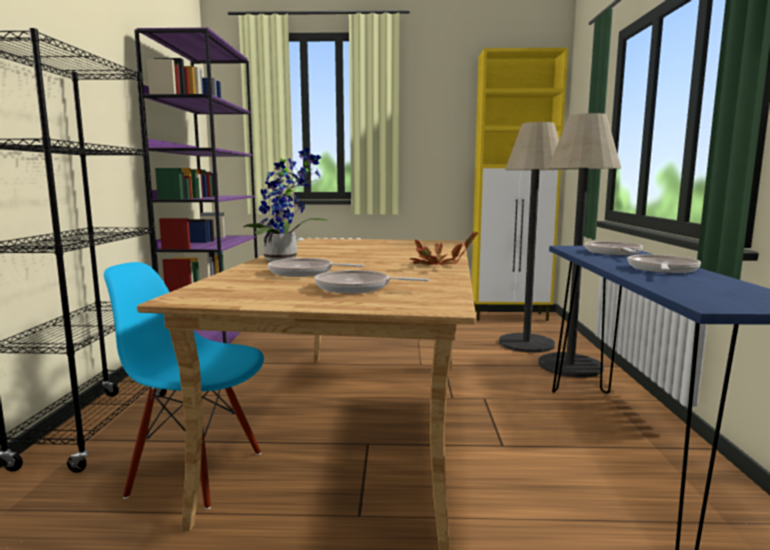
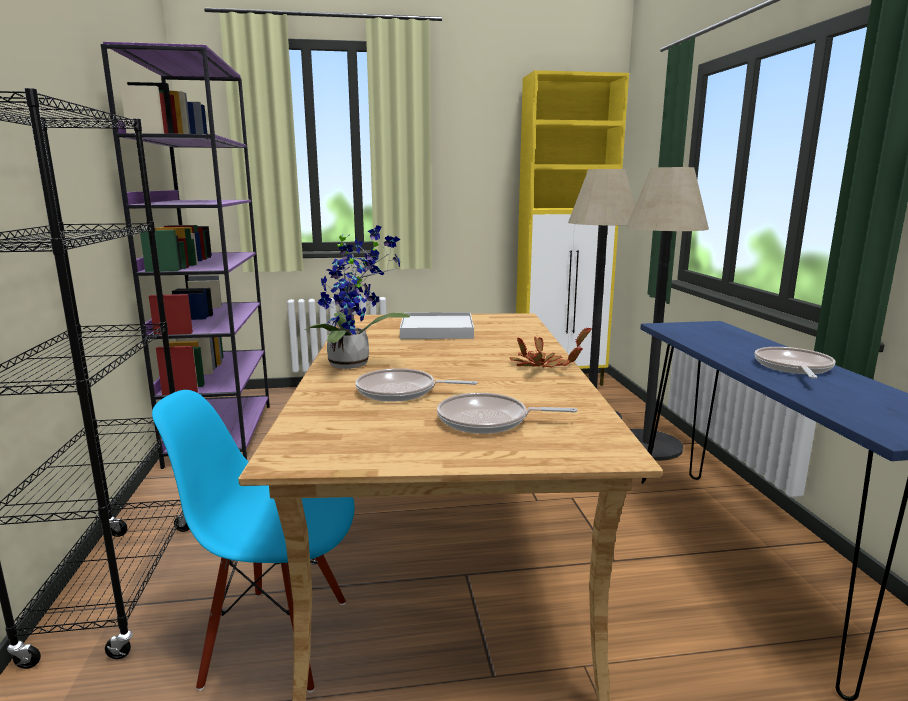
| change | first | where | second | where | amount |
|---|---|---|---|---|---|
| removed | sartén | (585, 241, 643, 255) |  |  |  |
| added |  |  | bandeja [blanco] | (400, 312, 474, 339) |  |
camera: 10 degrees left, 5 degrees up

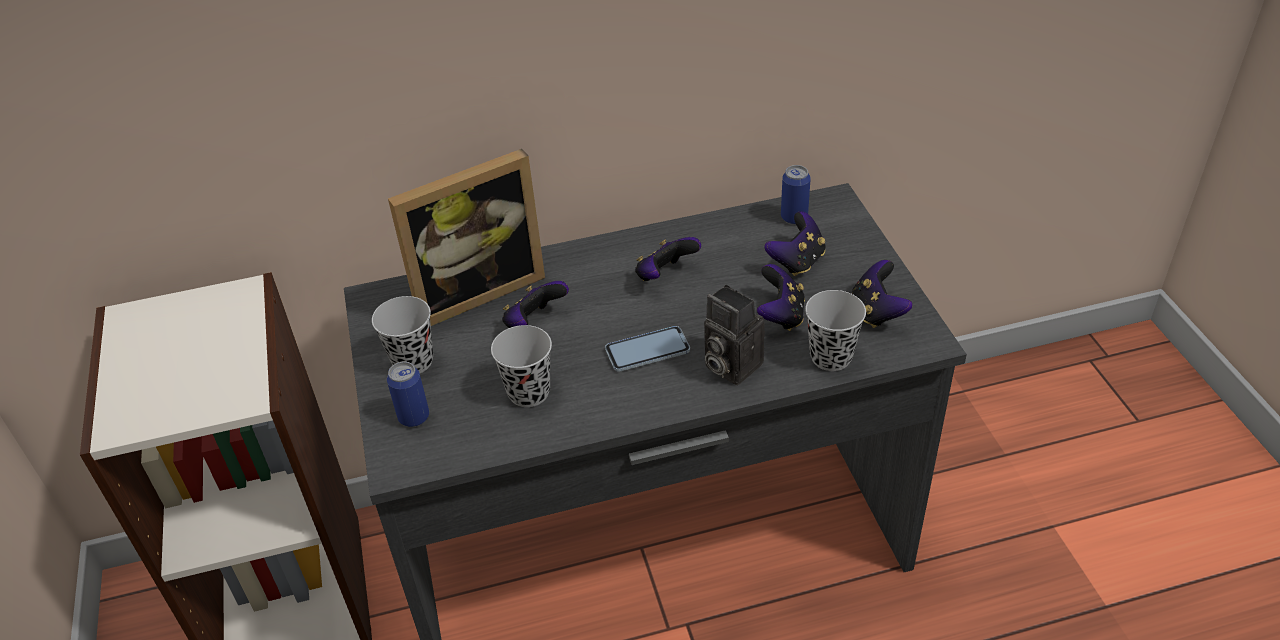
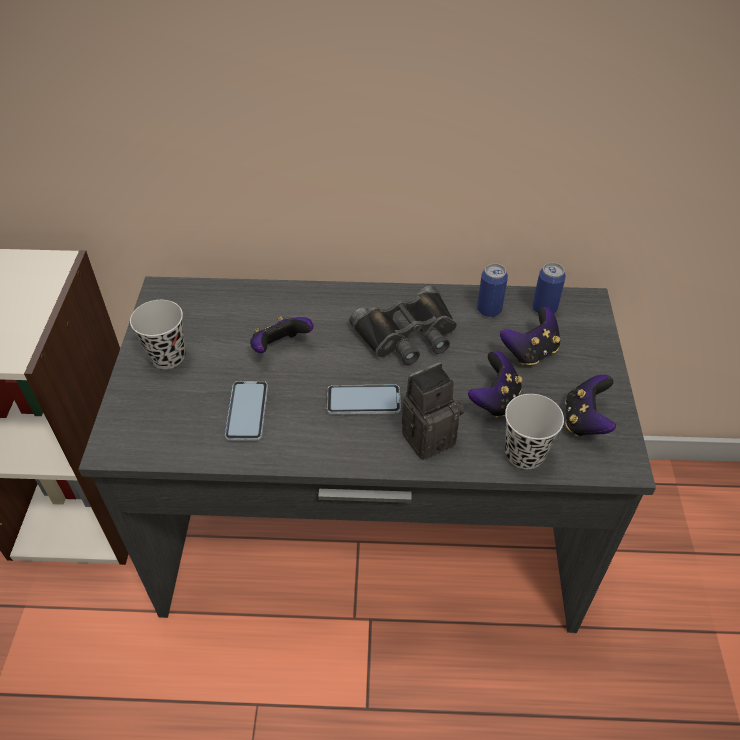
| change | first | where | second | where | amount |
|---|---|---|---|---|---|
| removed | portarretratos | (388, 149, 545, 326) |  |  |  |
| moved | lata | (387, 362, 429, 427) |  | (477, 263, 508, 317) |  |
| replaced | taza [negro] | (491, 325, 552, 407) | móvil | (225, 381, 268, 441) |  |
| replaced | mando de consola | (635, 237, 701, 281) | prismáticos [negro] | (349, 285, 457, 365) |  |
| turned | cámara | (704, 285, 765, 385) |  | (402, 362, 464, 460) | 90 degrees clockwise |
camera: 15 degrees right, 5 degrees up

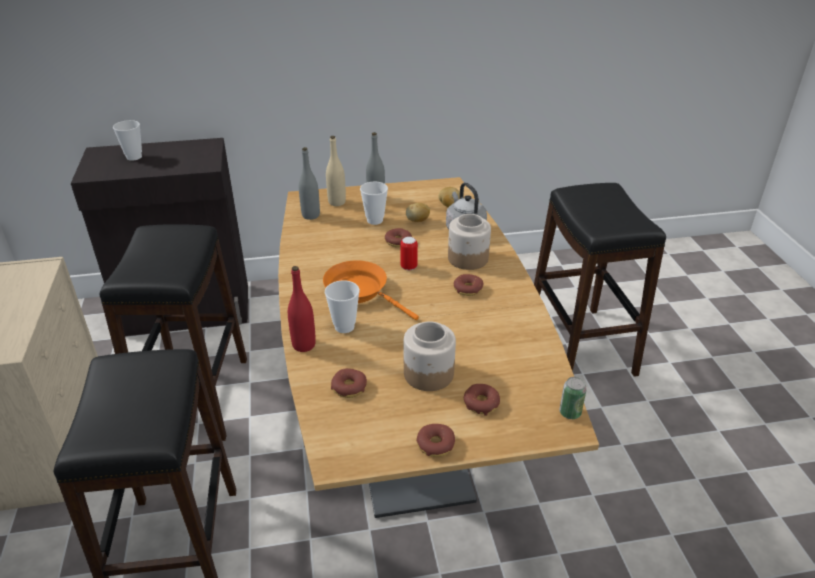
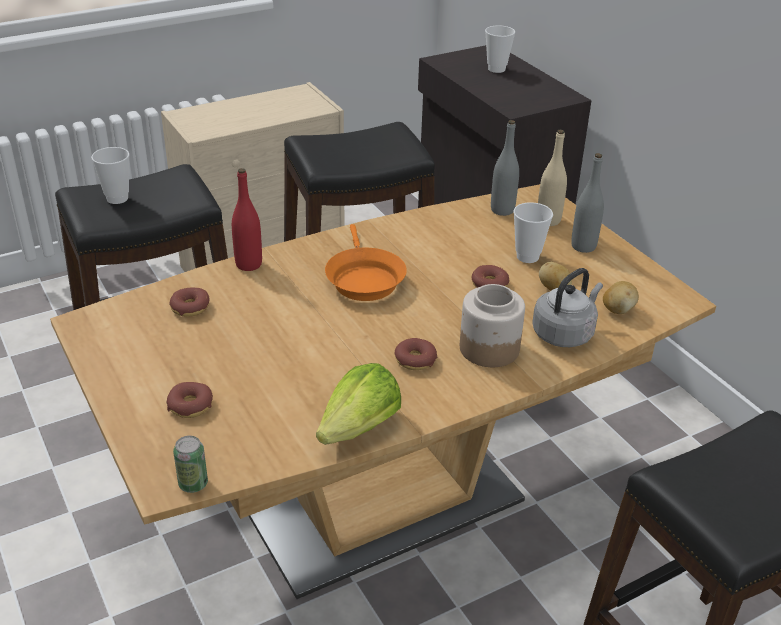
| change | first | where | second | where | amount |
|---|---|---|---|---|---|
| removed | lata | (400, 237, 418, 270) |  |  |  |
| removed | tarro | (404, 321, 456, 391) |  |  |  |
| removed | rosquilla | (416, 424, 455, 457) |  |  |  |
| added |  |  | lechuga | (316, 363, 401, 445) |  |
| moved | taza | (325, 280, 360, 333) |  | (91, 147, 130, 204) |  |
| turned | sartén [naranja] | (323, 261, 419, 320) |  | (325, 224, 407, 301) | 150 degrees clockwise |
camera: 70 degrees right, 0 degrees up

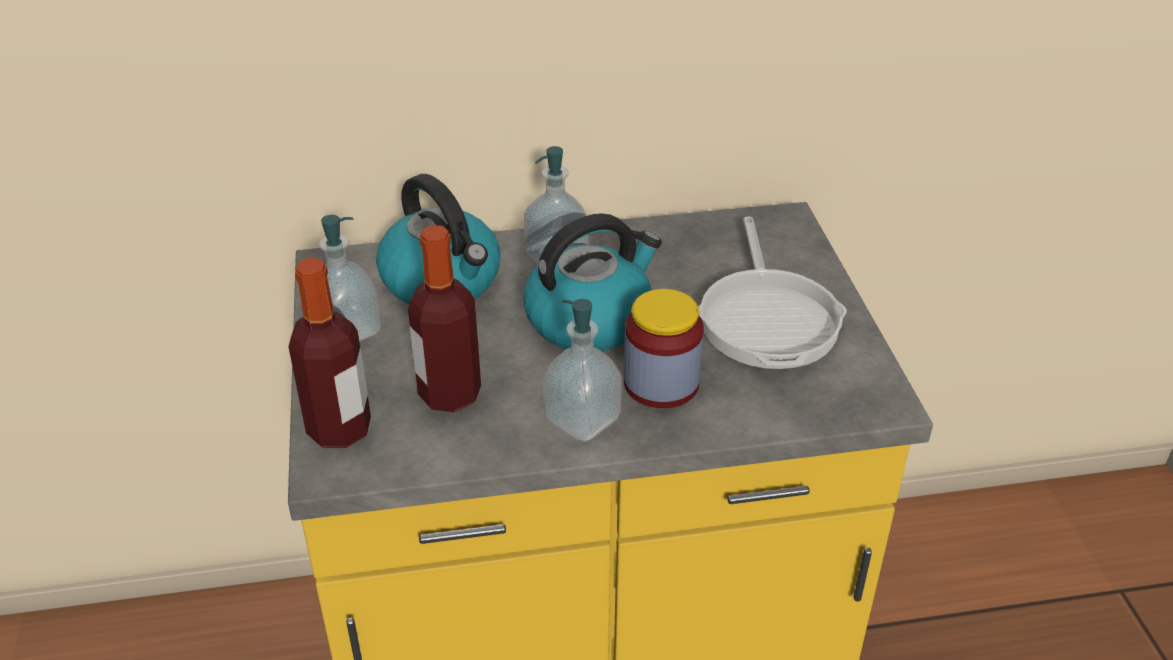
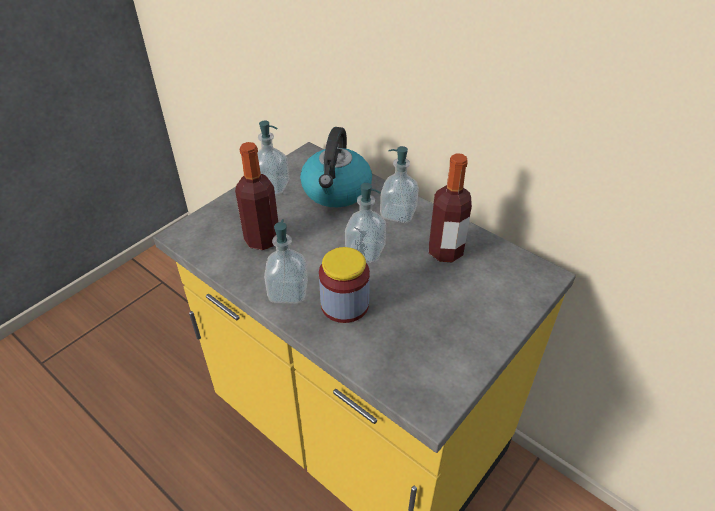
| change | first | where | second | where | amount |
|---|---|---|---|---|---|
| removed | sartén | (698, 217, 847, 369) |  |  |  |
| moved | botella | (288, 258, 371, 448) |  | (429, 153, 472, 262) |  |
| replaced | hervidor | (523, 213, 662, 351) | dispensador de jabón | (345, 183, 386, 263) |  |
camera: 50 degrees right, 5 degrees up

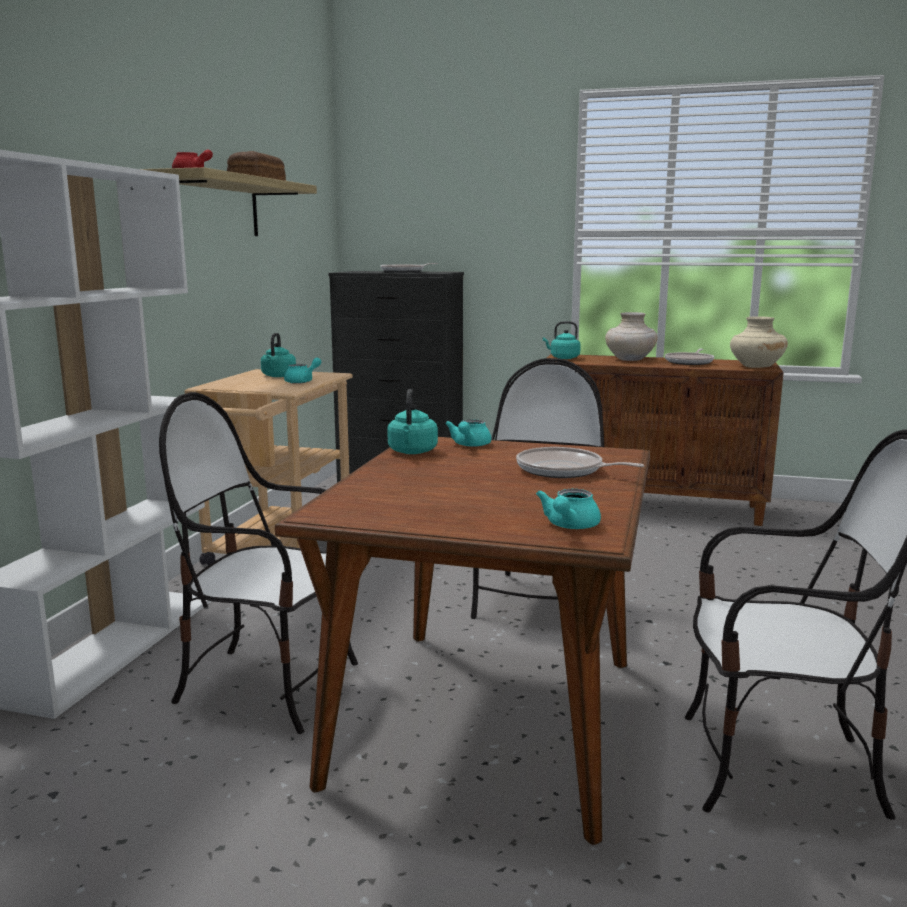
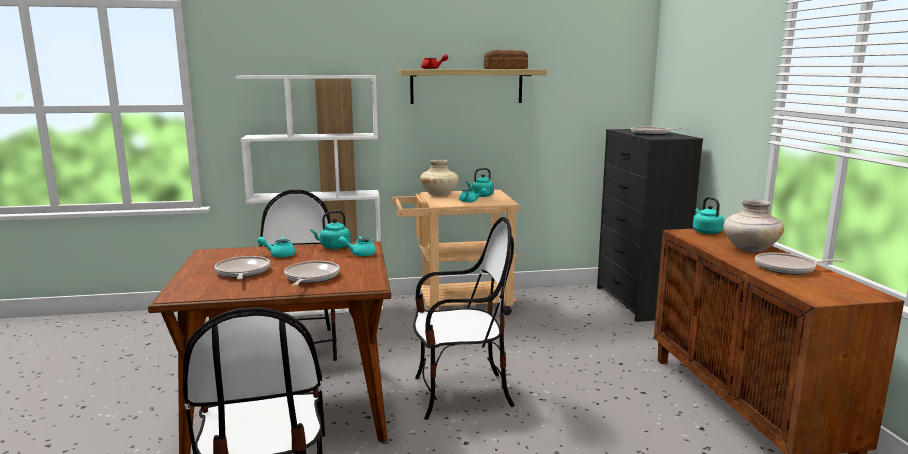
| change | first | where | second | where | amount |
|---|---|---|---|---|---|
| added |  |  | sartén | (215, 256, 270, 280) |  |
| moved | tetera [turquesa] | (536, 489, 601, 529) |  | (257, 237, 296, 258) |  |
| moved | florero [beis] | (730, 316, 788, 368) |  | (420, 160, 459, 196) |  |
camera: 65 degrees right, 0 degrees up

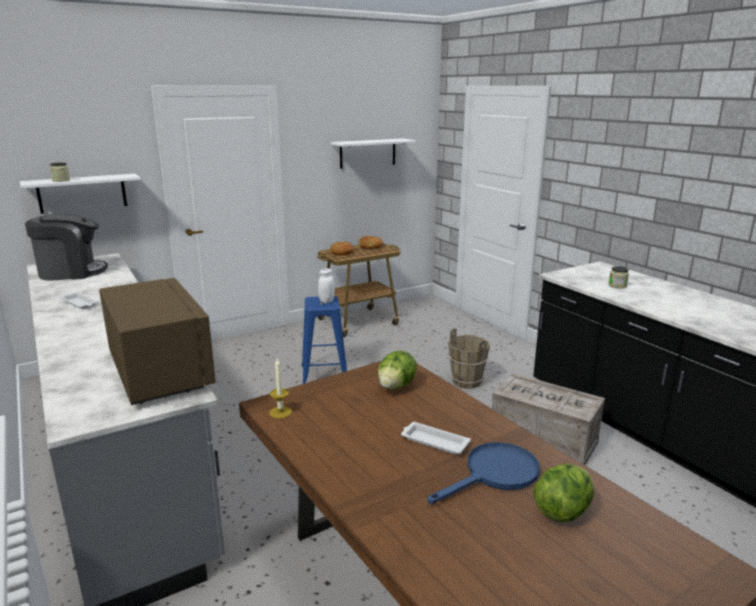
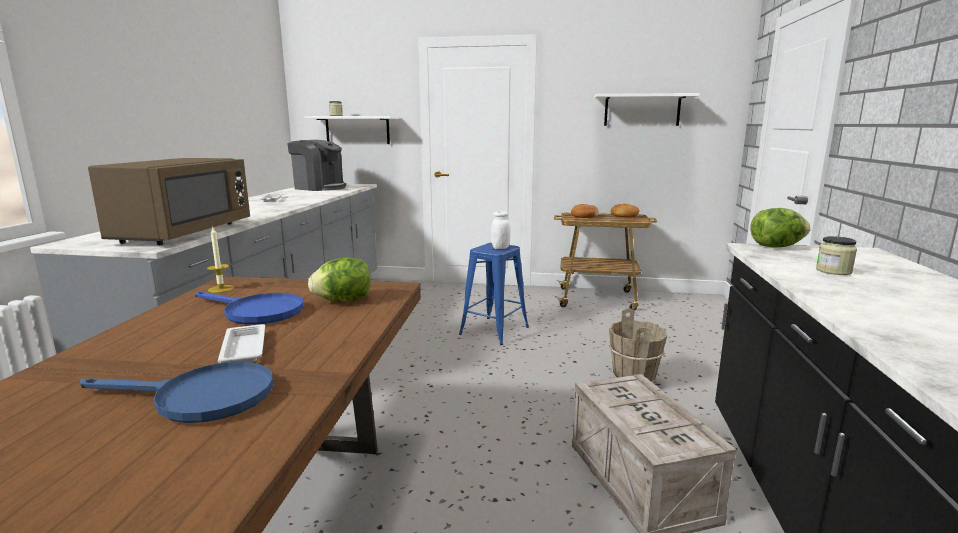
| change | first | where | second | where | amount |
|---|---|---|---|---|---|
| added |  |  | sartén [azul] | (195, 291, 304, 325) |  |
| moved | lechuga | (533, 464, 594, 522) |  | (750, 208, 810, 247) |  |
camera: 40 degrees right, 5 degrees down

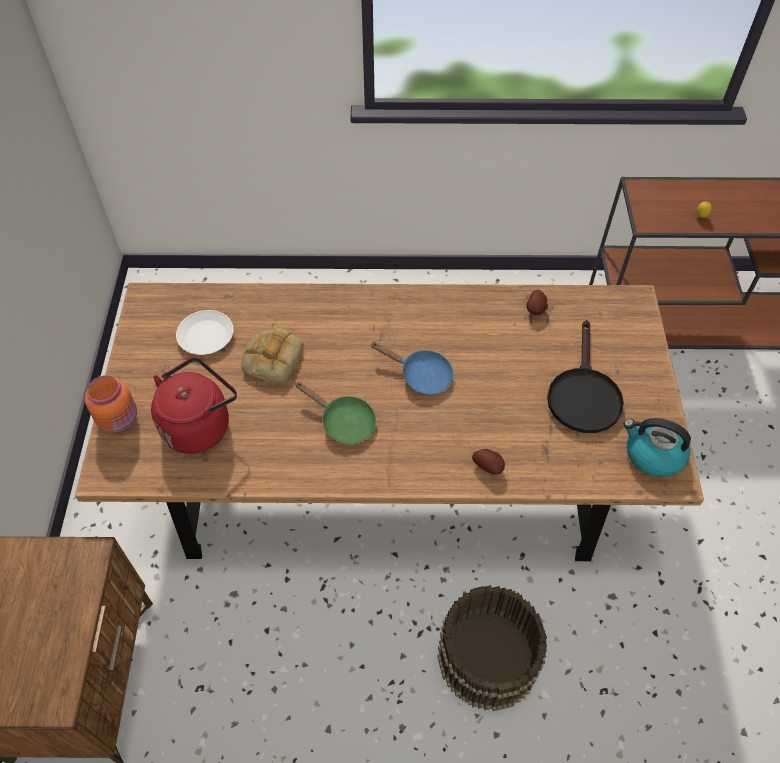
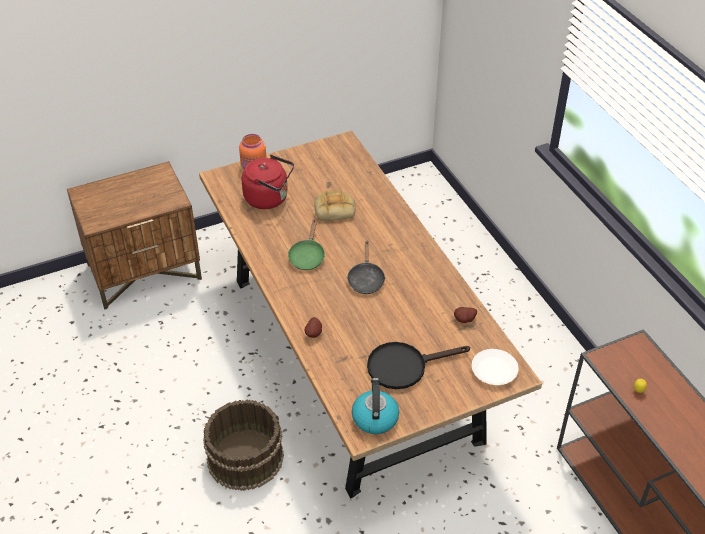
| change | first | where | second | where | amount |
|---|---|---|---|---|---|
| moved | plato [blanco] | (176, 310, 233, 355) |  | (472, 349, 519, 385) |  |
| recoloured | sartén [azul] | (370, 342, 454, 395) | sartén [negro] | (347, 240, 386, 294) |  |
camera: 65 degrees right, 10 degrees down

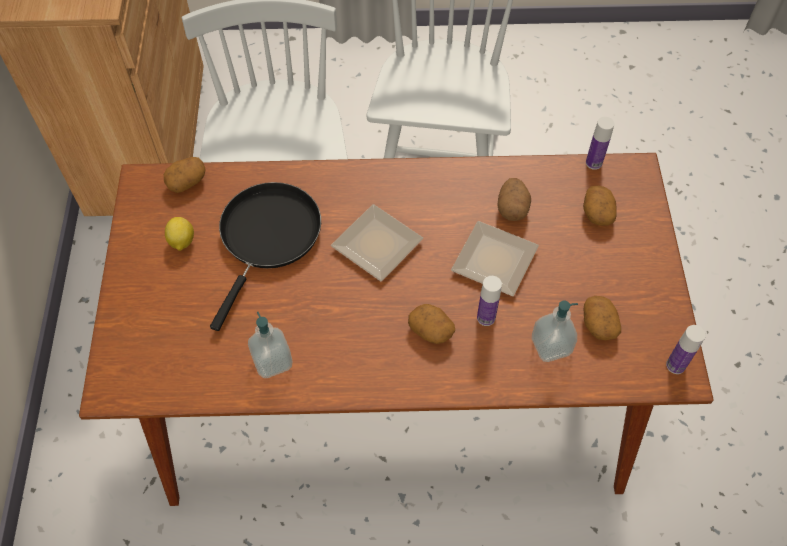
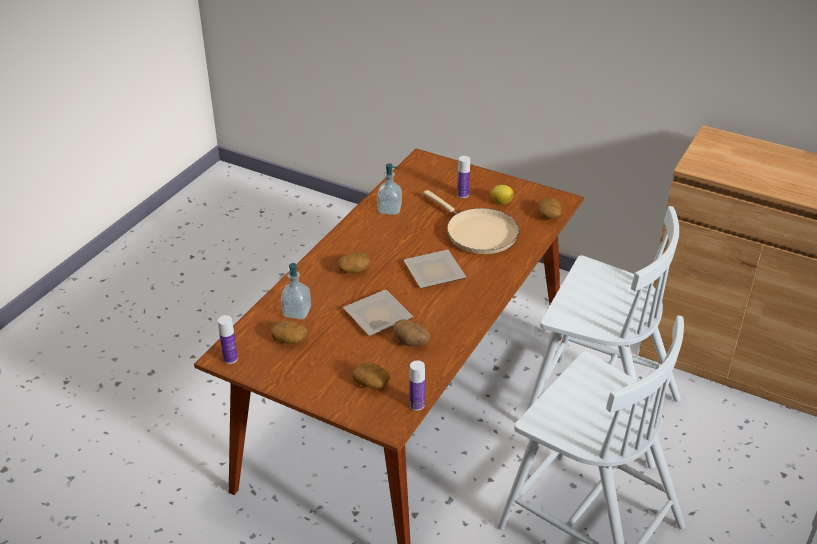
| change | first | where | second | where | amount |
|---|---|---|---|---|---|
| moved | botella | (477, 276, 502, 326) |  | (457, 156, 470, 198) |  |
| recoloured | sartén [negro] | (210, 182, 321, 331) | sartén [beis] | (424, 190, 519, 254) |  |
camera: 120 degrees right, 20 degrees down

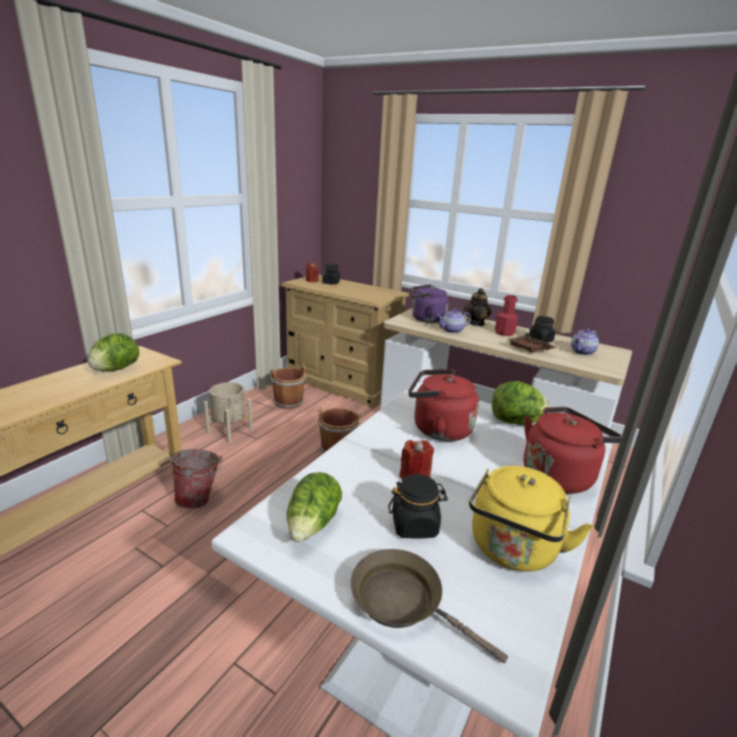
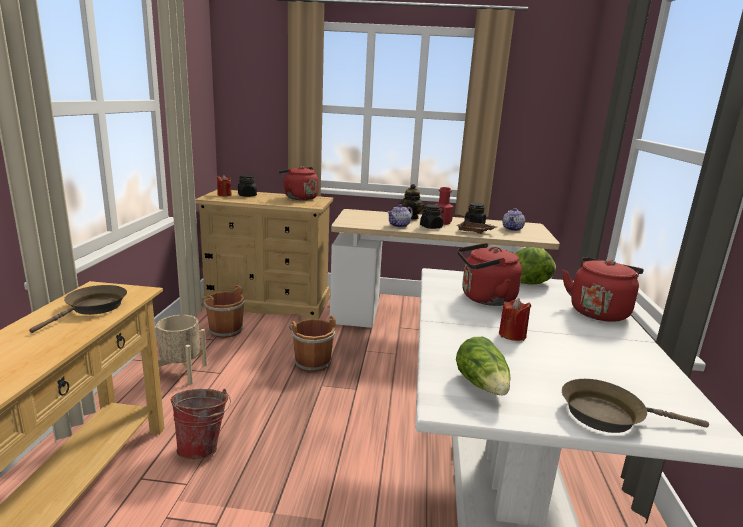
| change | first | where | second | where | amount |
|---|---|---|---|---|---|
| removed | hervidor [morado] | (411, 284, 449, 323) |  |  |  |
| removed | hervidor [amarillo] | (469, 466, 593, 571) |  |  |  |
| added |  |  | hervidor [rojo] | (278, 166, 318, 200) |  |
| moved | tarro [negro] | (388, 474, 448, 539) |  | (420, 204, 444, 229) |  |
| replaced | lechuga | (88, 333, 139, 372) | sartén [marrón] | (29, 285, 127, 333) |  |
camera: 25 degrees left, 5 degrees down

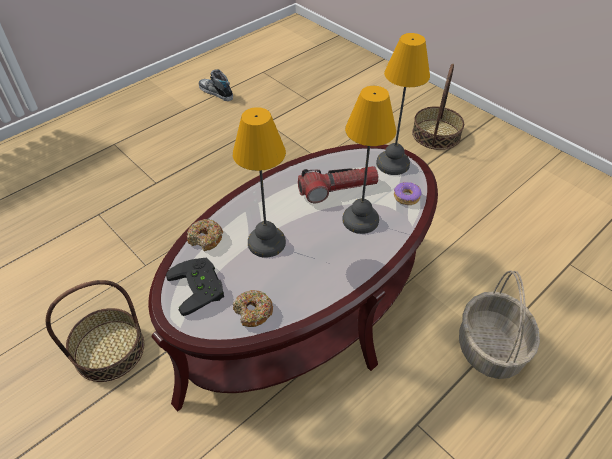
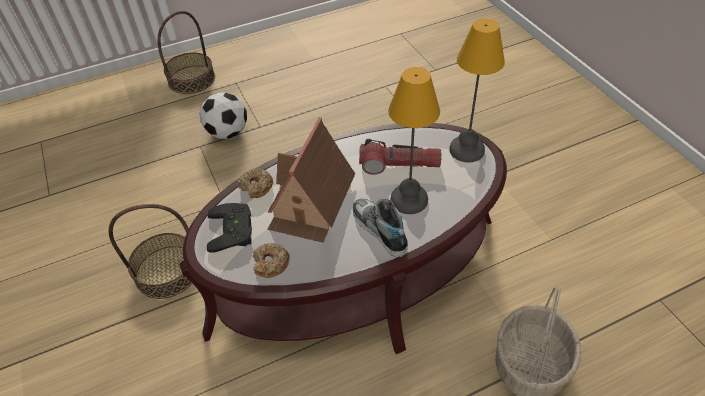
| change | first | where | second | where | amount |
|---|---|---|---|---|---|
| removed | rosquilla | (394, 182, 422, 205) |  |  |  |
| added |  |  | balón de fútbol | (200, 93, 247, 139) |  |
| moved | zapato | (199, 69, 233, 101) |  | (353, 199, 408, 257) |  |
| moved | cesta | (412, 64, 464, 150) |  | (158, 11, 215, 94) |  |
| replaced | lámpara de mesa | (233, 107, 286, 258) | casita | (267, 117, 355, 243) |  |
camera: 20 degrees right, 0 degrees up

